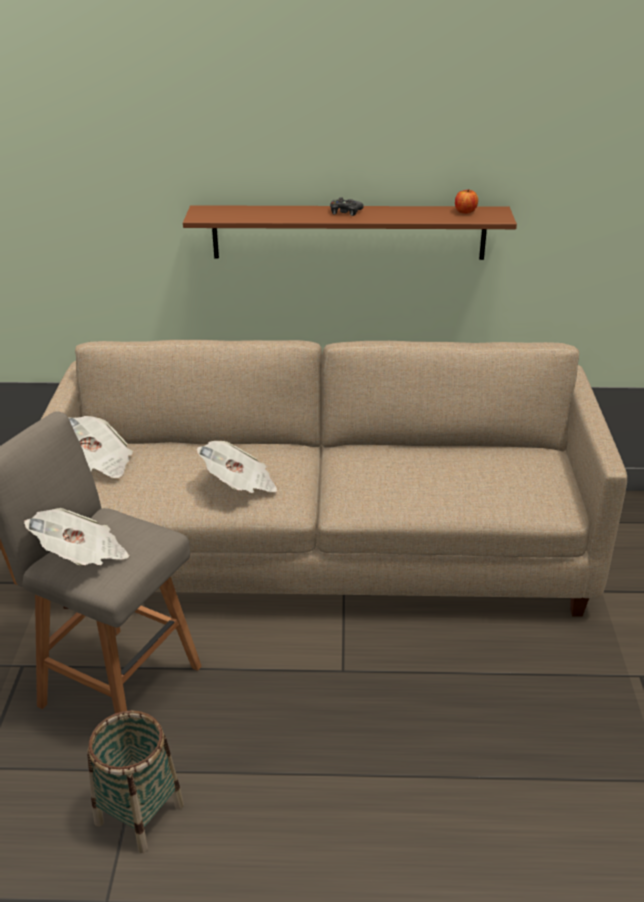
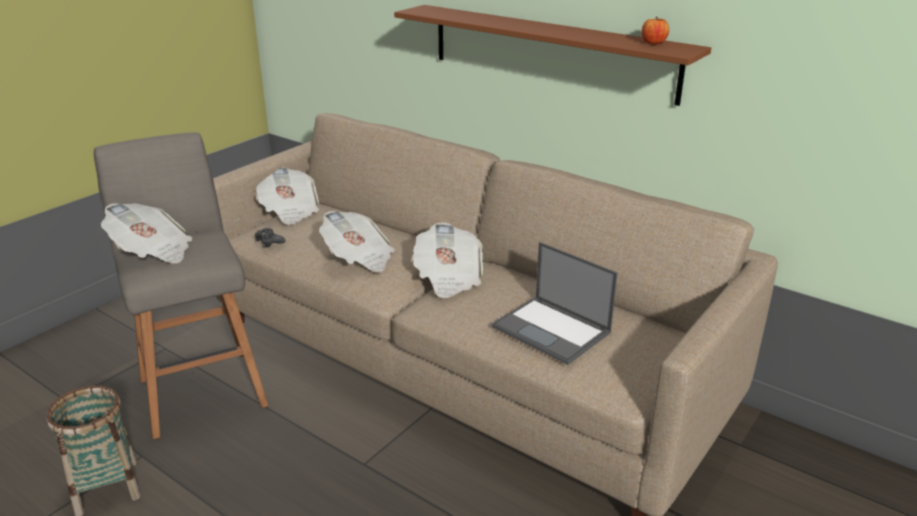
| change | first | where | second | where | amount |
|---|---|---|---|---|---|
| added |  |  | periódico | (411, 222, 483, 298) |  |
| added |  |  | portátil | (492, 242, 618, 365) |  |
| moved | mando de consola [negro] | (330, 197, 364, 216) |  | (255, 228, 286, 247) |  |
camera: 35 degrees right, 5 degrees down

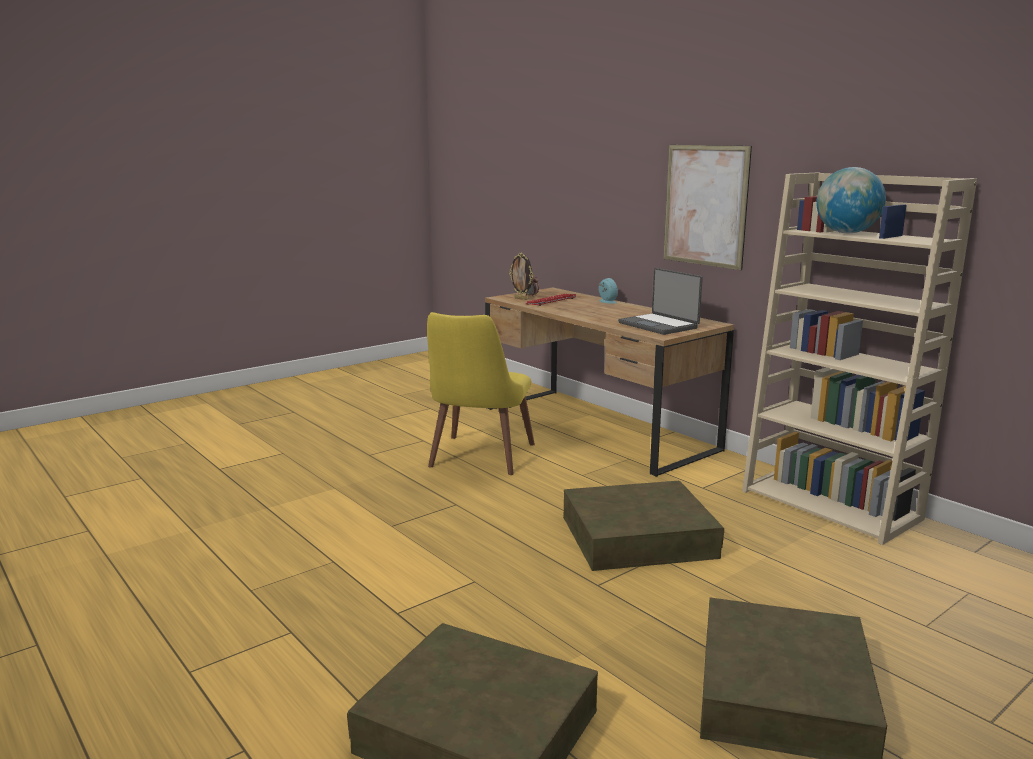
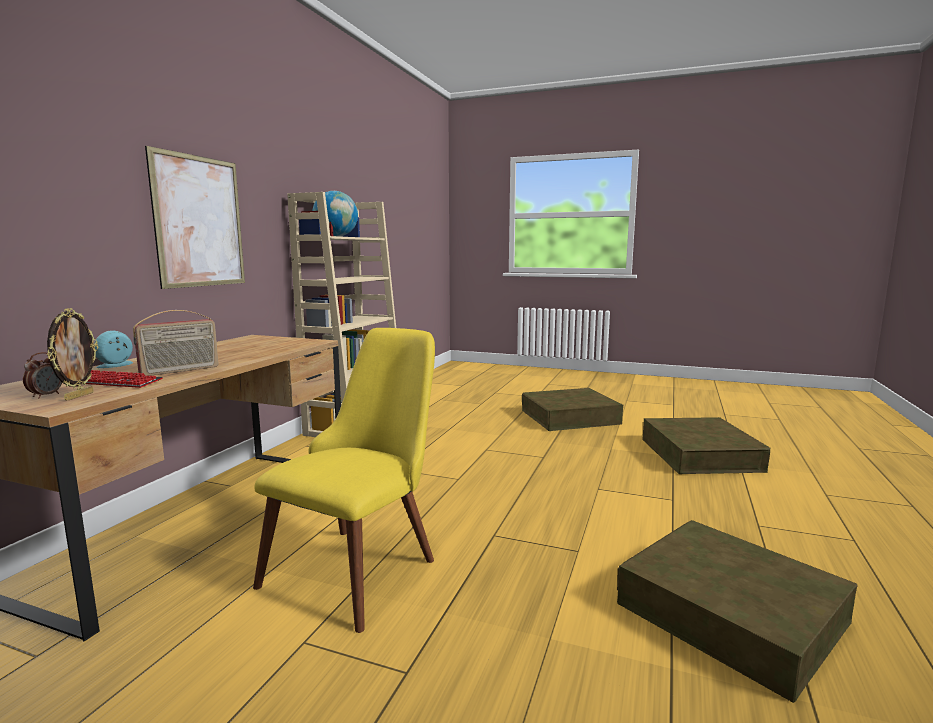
| change | first | where | second | where | amount |
|---|---|---|---|---|---|
| removed | portátil | (618, 268, 703, 335) |  |  |  |
| added |  |  | radio | (133, 310, 219, 376) |  |
| moved | caja de almacenaje [marrón] | (563, 481, 724, 571) |  | (617, 520, 858, 703) |  |
| turned | silla [amarillo] | (427, 312, 535, 475) |  | (253, 328, 435, 633) | 45 degrees counterclockwise |
camera: 120 degrees left, 5 degrees down

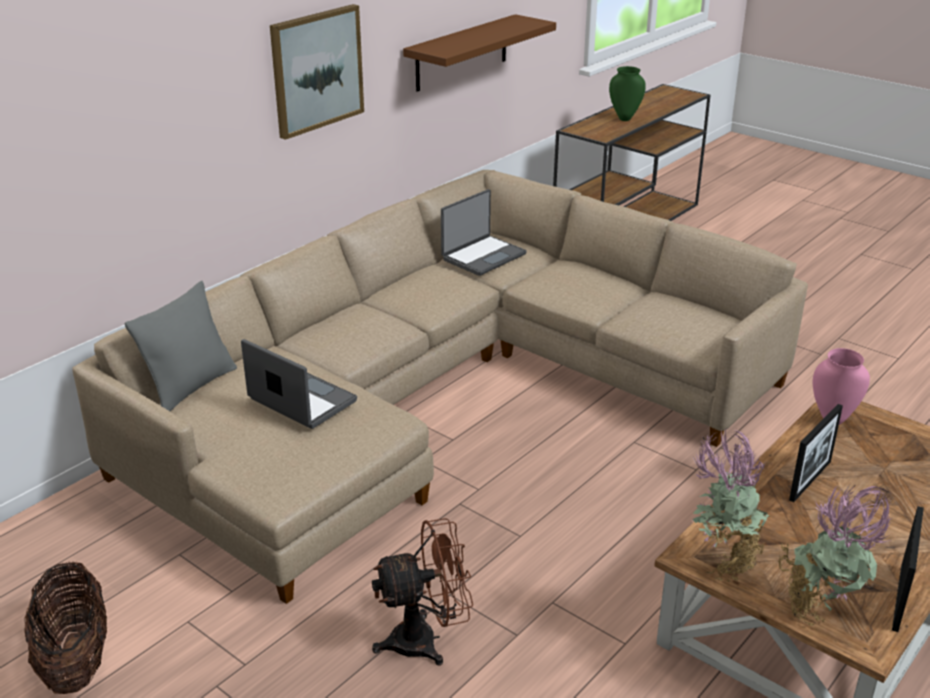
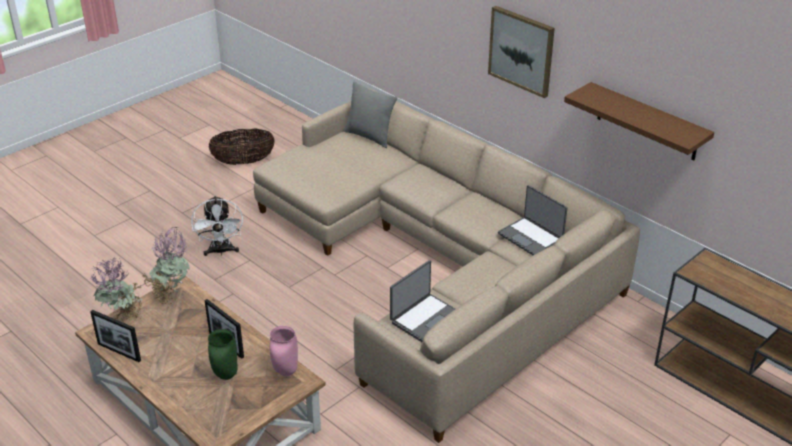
| change | first | where | second | where | amount |
|---|---|---|---|---|---|
| moved | portátil | (241, 339, 357, 429) |  | (390, 260, 456, 342) |  |
| moved | florero [verde] | (609, 66, 646, 121) |  | (208, 329, 237, 380) |  |
| recoloured | ventilador [marrón] | (372, 518, 473, 666) | ventilador [blanco] | (191, 196, 243, 256) |  |
camera: 95 degrees right, 5 degrees up

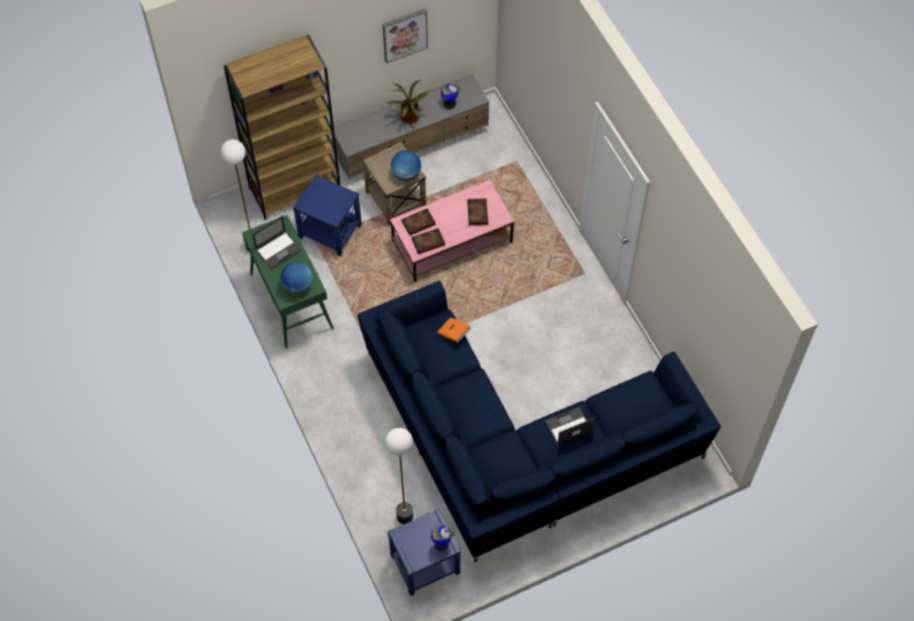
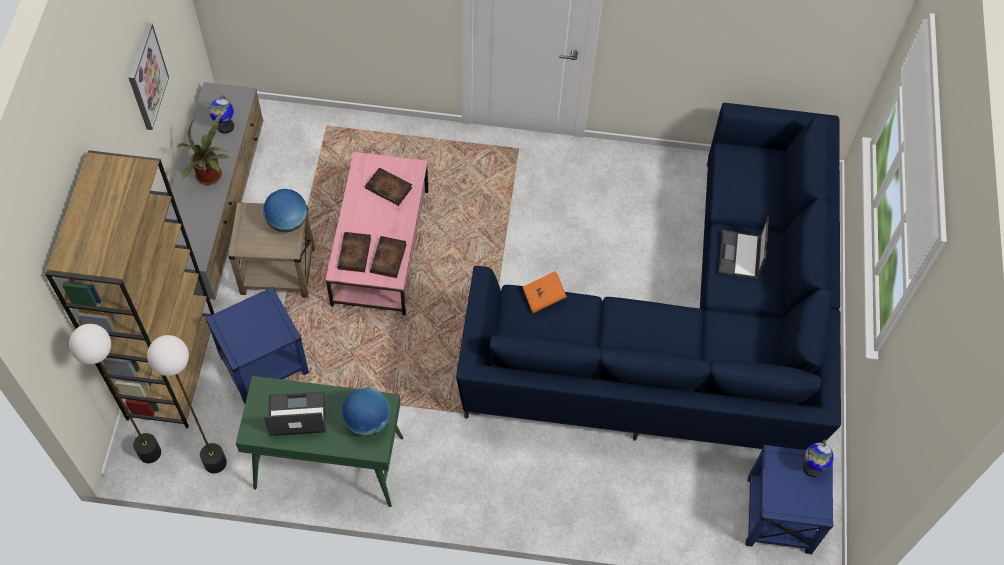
| change | first | where | second | where | amount |
|---|---|---|---|---|---|
| moved | lámpara de pie | (385, 428, 413, 524) |  | (69, 324, 161, 463) |  |
| turned | portátil | (252, 215, 302, 270) |  | (263, 391, 326, 436) | 90 degrees counterclockwise |
camera: 60 degrees left, 0 degrees up

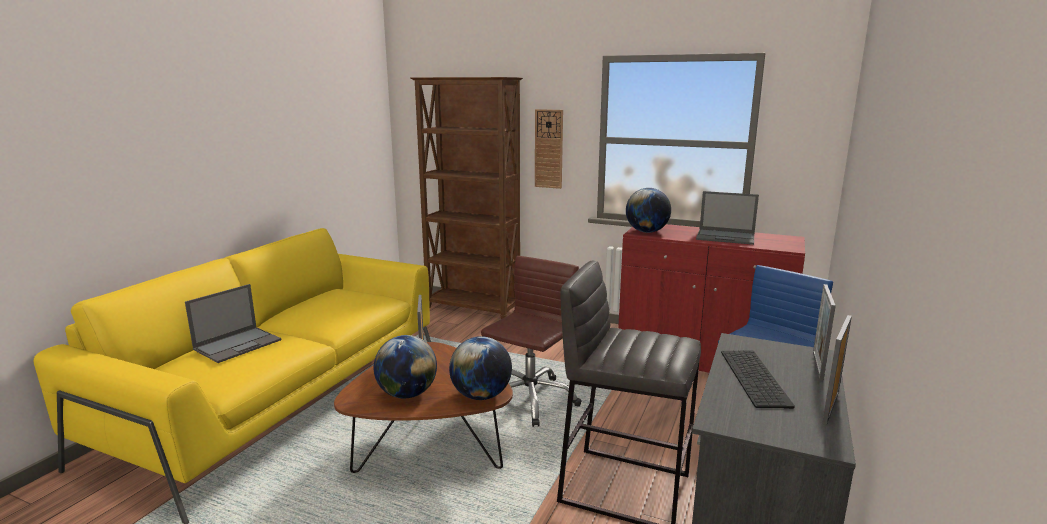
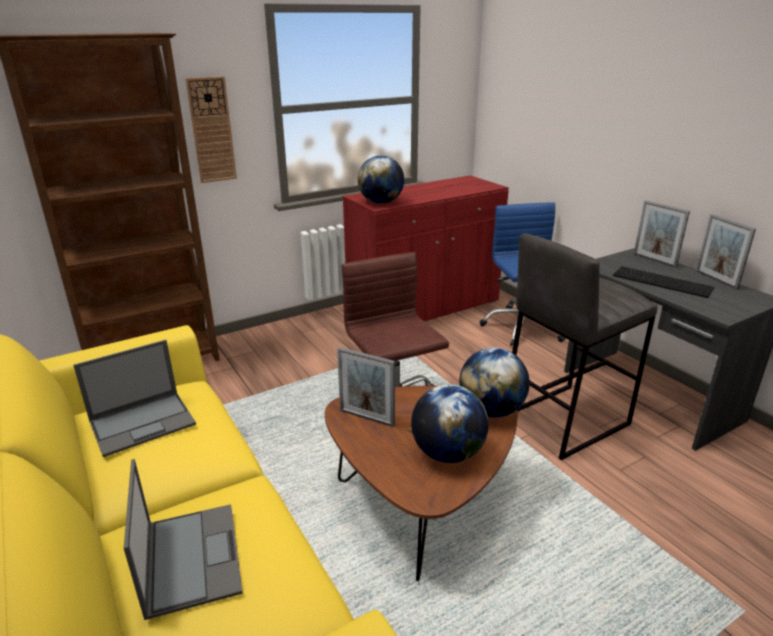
| change | first | where | second | where | amount |
|---|---|---|---|---|---|
| moved | portátil | (696, 191, 759, 245) |  | (73, 340, 196, 457) |  |
camera: 55 degrees left, 10 degrees up

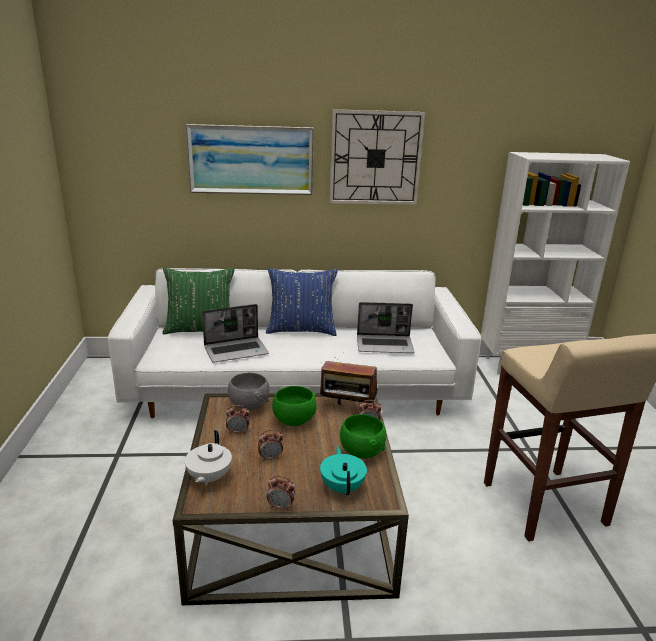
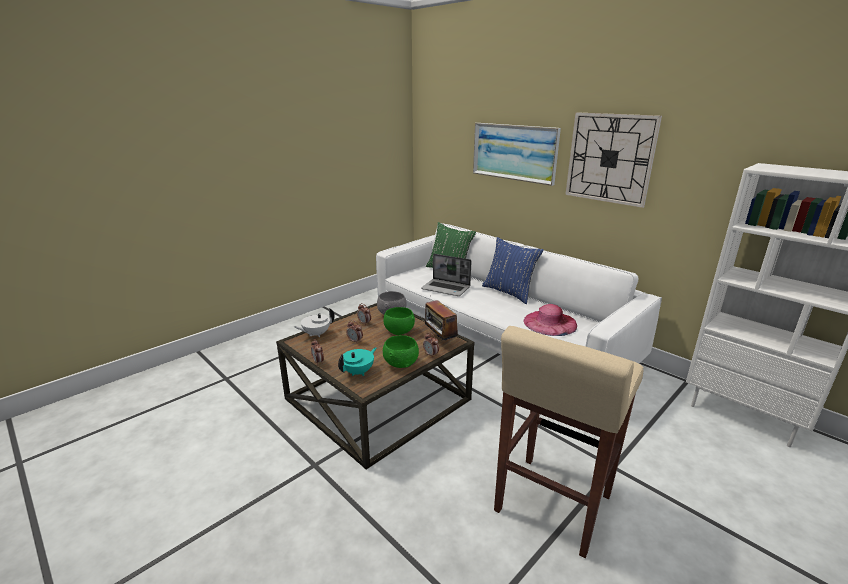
| change | first | where | second | where | amount |
|---|---|---|---|---|---|
| replaced | portátil | (357, 302, 414, 353) | sombrero [rosa] | (523, 304, 577, 336) |  |
camera: 50 degrees right, 0 degrees up

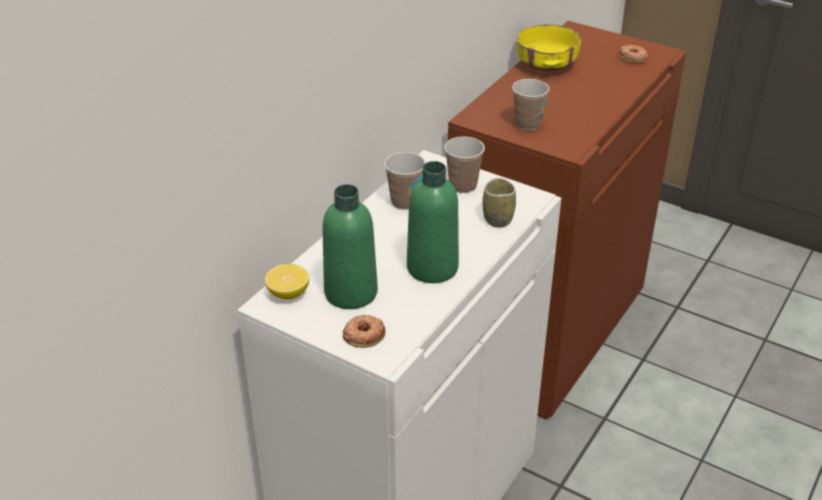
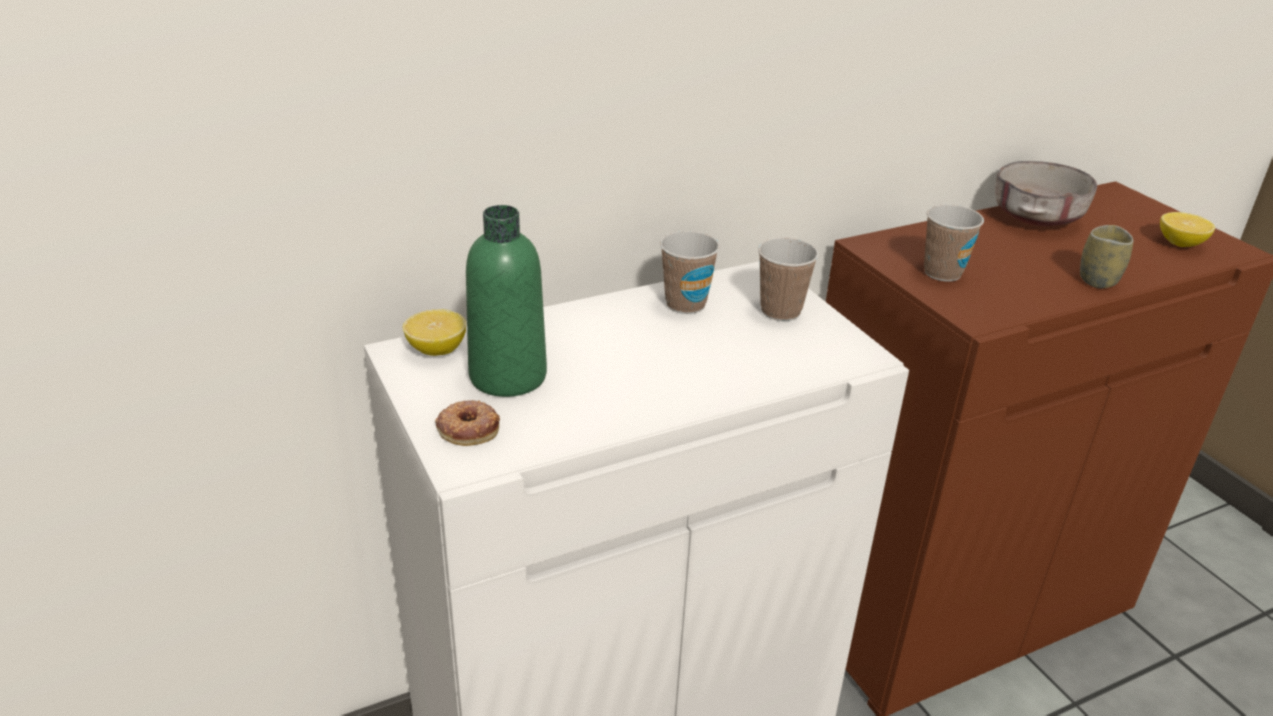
| change | first | where | second | where | amount |
|---|---|---|---|---|---|
| removed | botella [verde] | (407, 161, 459, 283) |  |  |  |
| moved | taza | (482, 178, 516, 228) |  | (1080, 225, 1133, 288) |  |
| replaced | rosquilla | (619, 45, 648, 63) | limón | (1160, 212, 1215, 247) |  |
| recoloured | cuenco [amarillo] | (517, 24, 581, 71) | cuenco [gris] | (995, 161, 1097, 226) |  |
camera: 30 degrees right, 5 degrees down

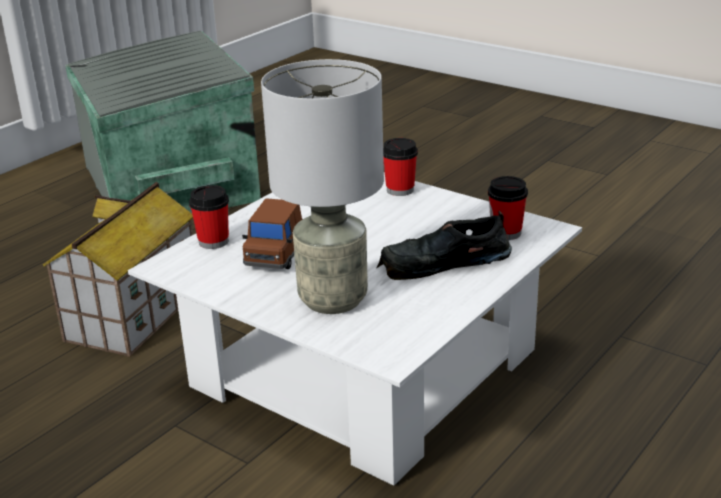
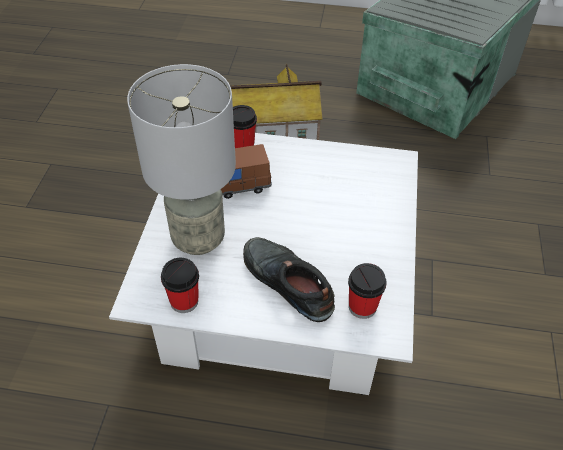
| change | first | where | second | where | amount |
|---|---|---|---|---|---|
| moved | taza | (383, 138, 418, 196) |  | (161, 258, 199, 313) |  |
camera: 60 degrees right, 20 degrees up

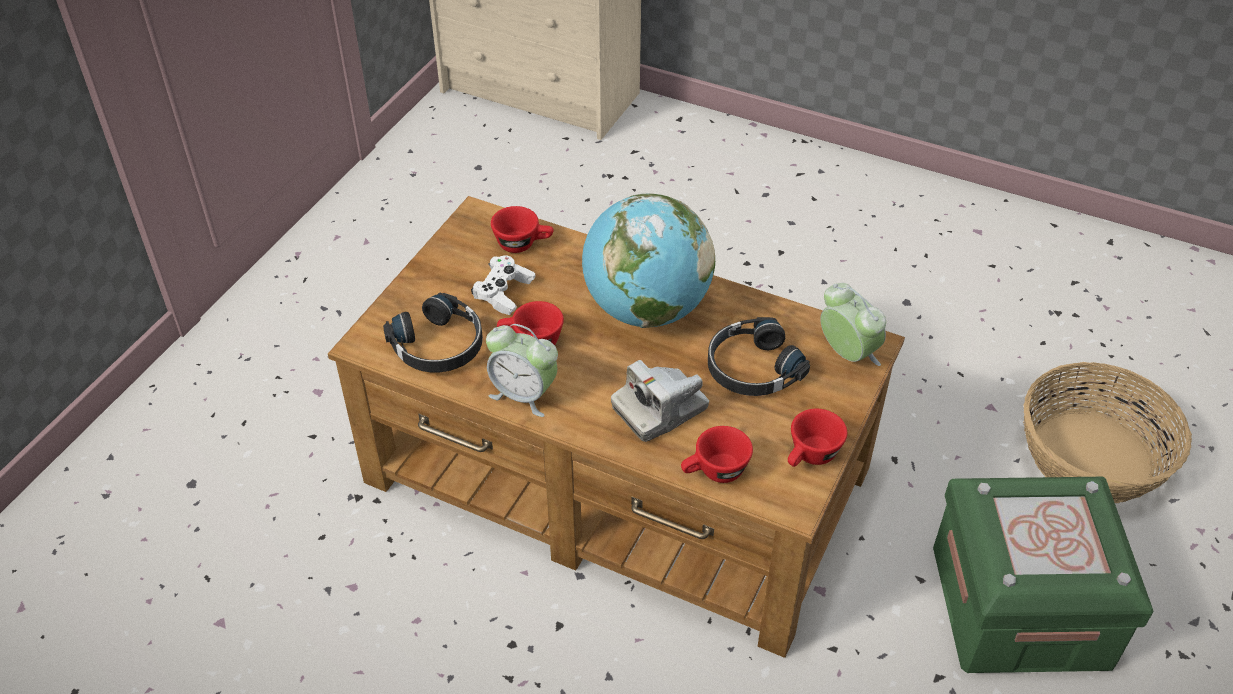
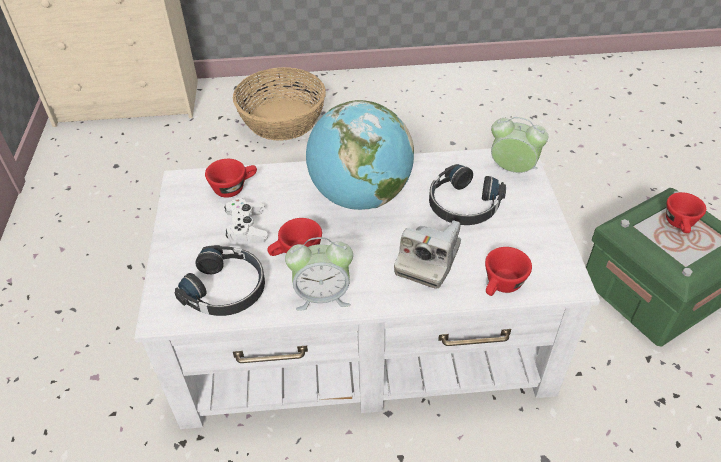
| change | first | where | second | where | amount |
|---|---|---|---|---|---|
| moved | taza [rojo] | (788, 409, 847, 467) |  | (666, 192, 706, 233) |  |
| moved | cesta | (1023, 362, 1192, 503) |  | (233, 67, 326, 141) |  |
| recoloured | mesa de centro [marrón] | (328, 196, 905, 658) | mesa de centro [blanco] | (134, 148, 600, 429) |  |
camera: 30 degrees left, 0 degrees up

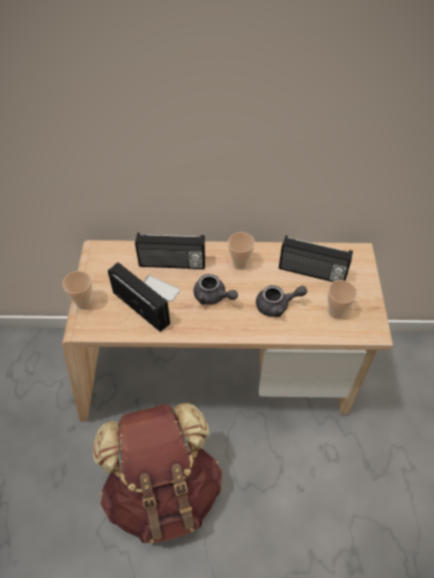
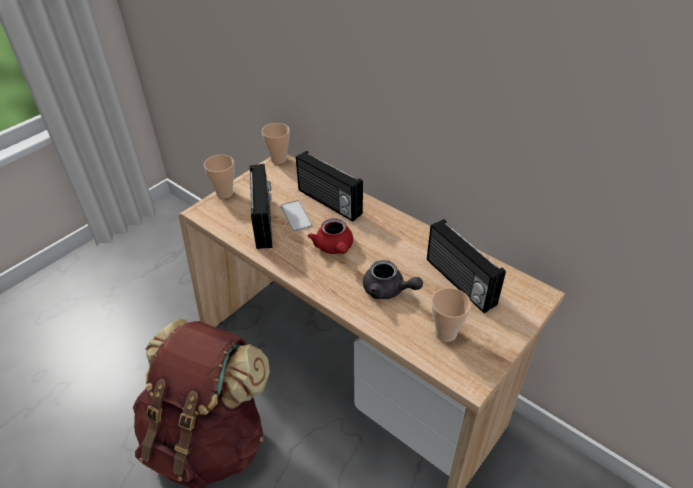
| change | first | where | second | where | amount |
|---|---|---|---|---|---|
| moved | taza | (228, 232, 255, 270) |  | (262, 123, 290, 164) |  |
| recoloured | tetera [gris] | (194, 274, 238, 305) | tetera [rojo] | (308, 218, 353, 254) |  |
camera: 40 degrees right, 10 degrees down

